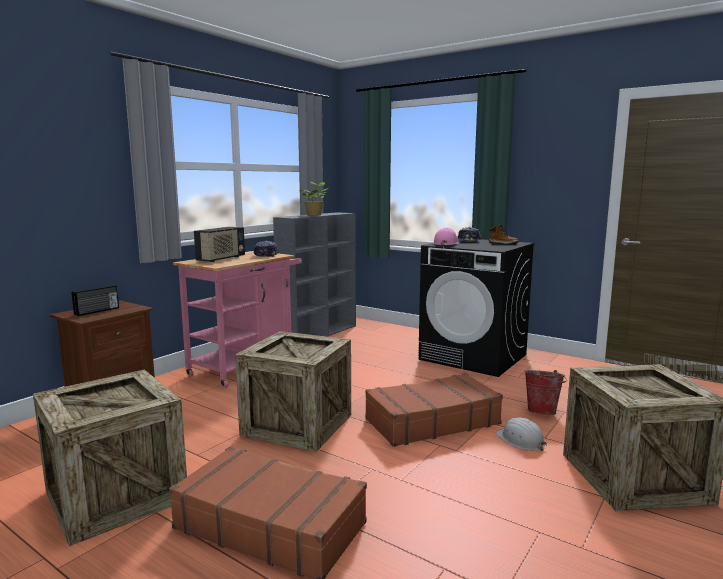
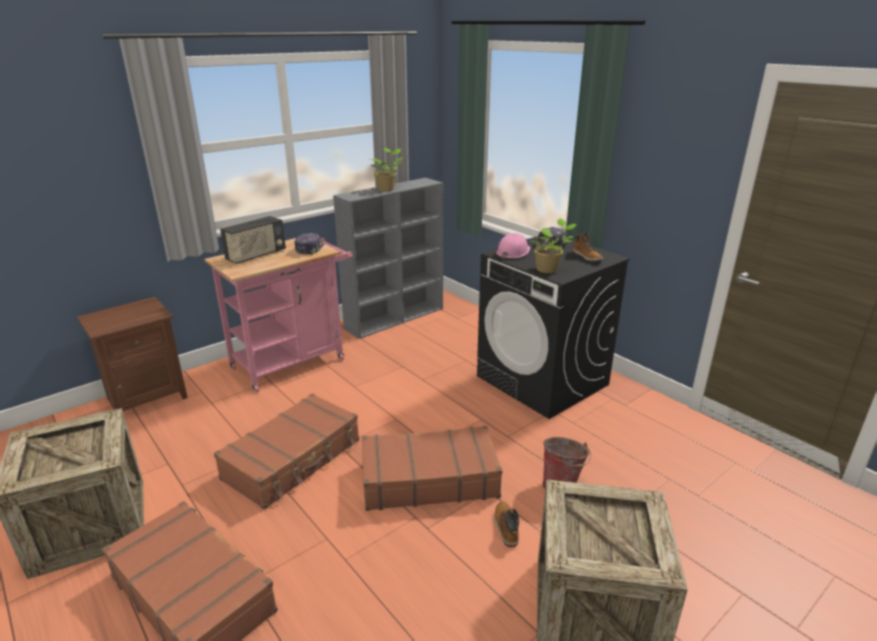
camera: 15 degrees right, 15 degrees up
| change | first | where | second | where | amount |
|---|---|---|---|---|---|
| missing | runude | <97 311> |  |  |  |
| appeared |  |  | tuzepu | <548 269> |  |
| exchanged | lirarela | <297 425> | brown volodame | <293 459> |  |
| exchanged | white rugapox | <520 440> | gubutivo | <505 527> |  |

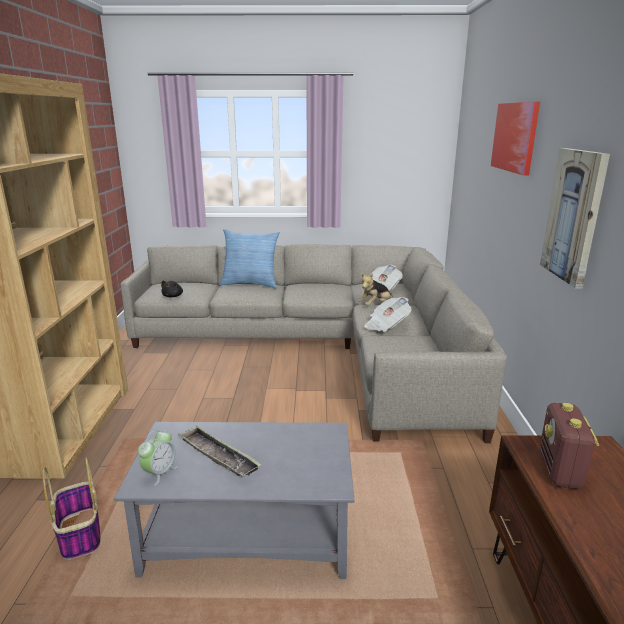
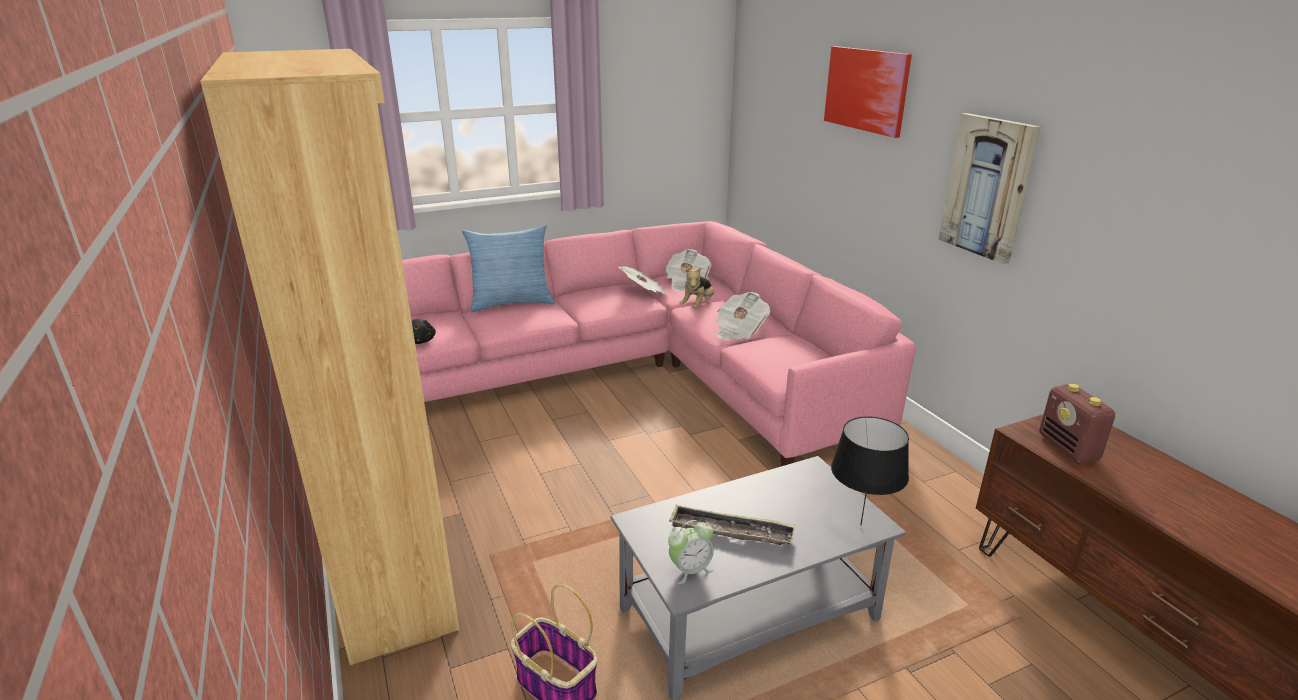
camera: 25 degrees left, 5 degrees up
| change | first | where | second | where | amount |
|---|---|---|---|---|---|
| appeared |  |  | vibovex | <644 292> |  |
| appeared |  |  | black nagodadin | <860 526> |  |
| colour | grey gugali | <322 348> | pink gugali | <630 373> |  |
| spun | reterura | <159 473> |  | <690 570> | 60 degrees clockwise |

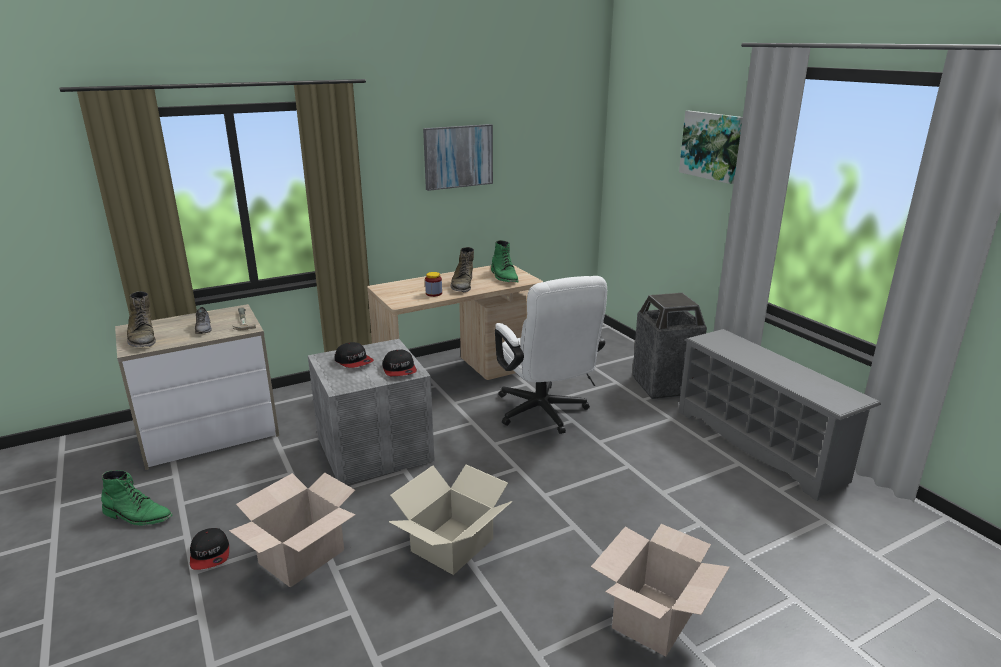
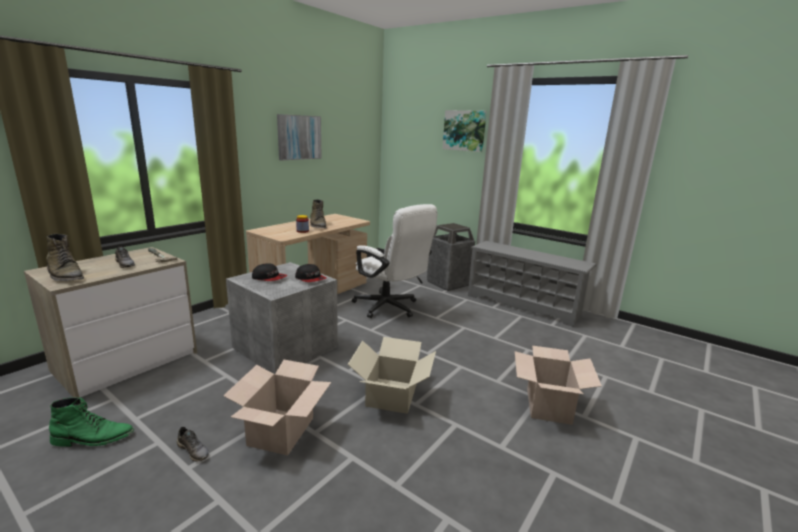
camera: 25 degrees left, 5 degrees down
| change | first | where | second | where | amount |
|---|---|---|---|---|---|
| missing | green gubutivo | <504 277> |  |  |  |
| exchanged | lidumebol | <210 554> | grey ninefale | <194 450> |  |

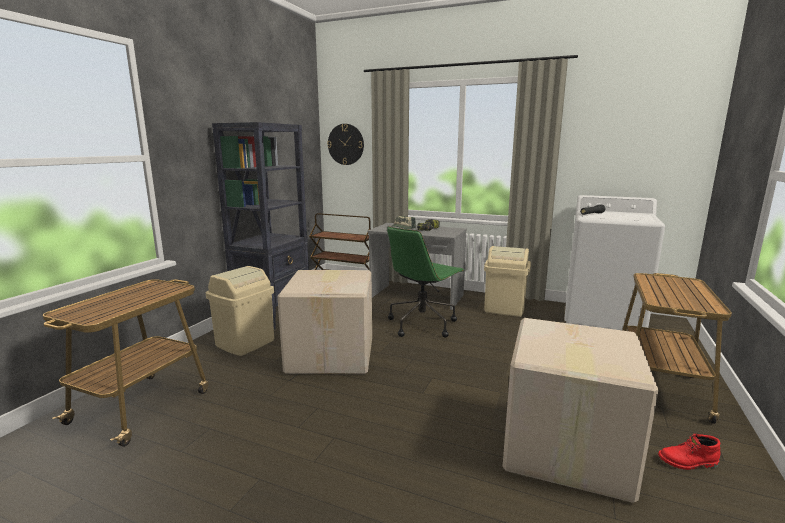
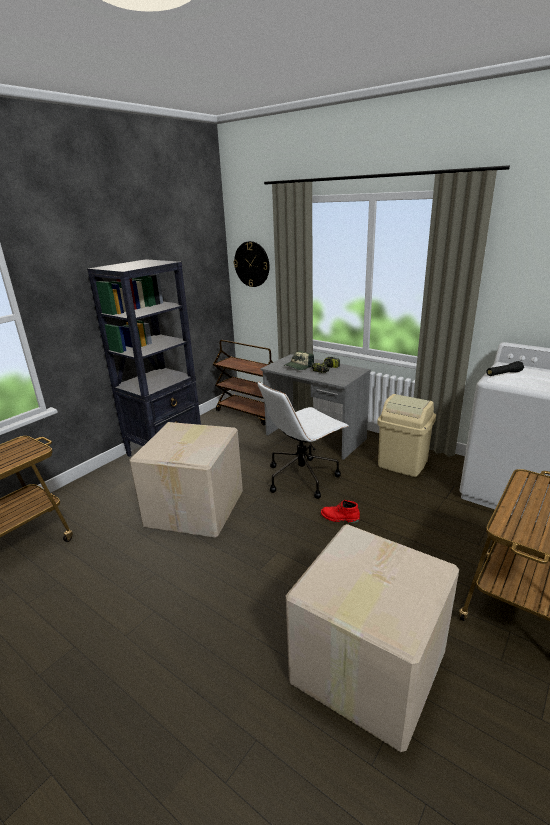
camera: 15 degrees right, 10 degrees up
| change | first | where | second | where | amount |
|---|---|---|---|---|---|
| missing | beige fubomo | <245 343> |  |  |  |
| relocated | red gubutivo | <688 463> |  | <339 518> |  |
| colour | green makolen | <422 324> | white makolen | <302 477> |  |

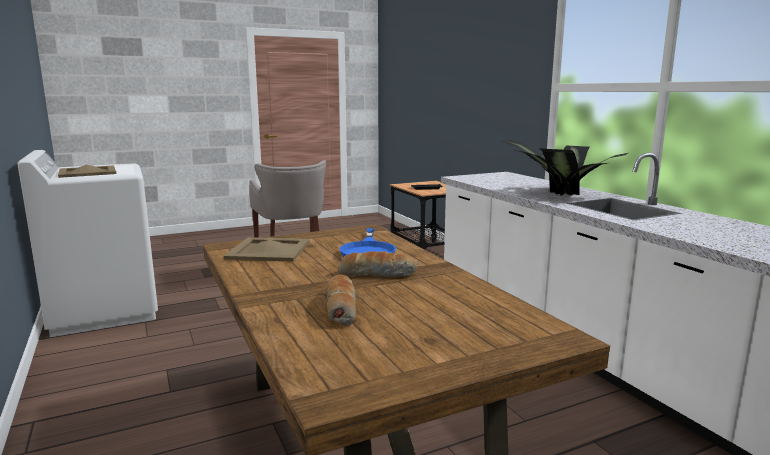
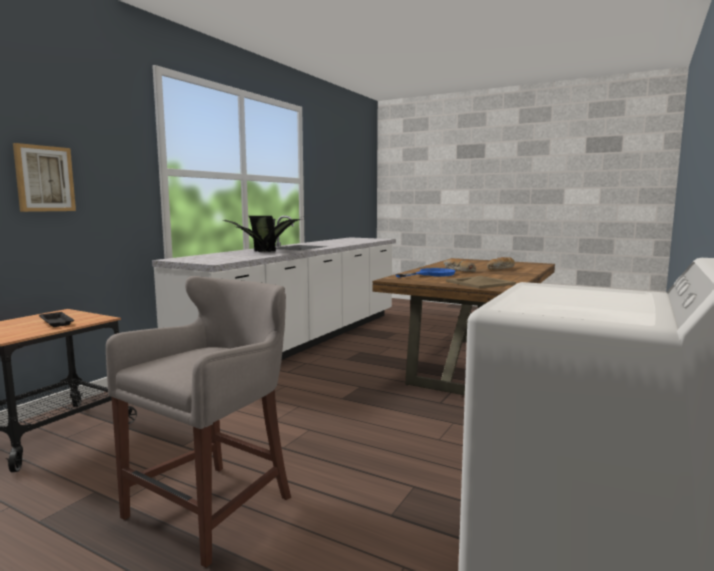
camera: 125 degrees left, 5 degrees down
| change | first | where | second | where | amount |
|---|---|---|---|---|---|
| missing | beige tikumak | <87 172> |  |  |  |
| appeared |  |  | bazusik | <44 178> |  |

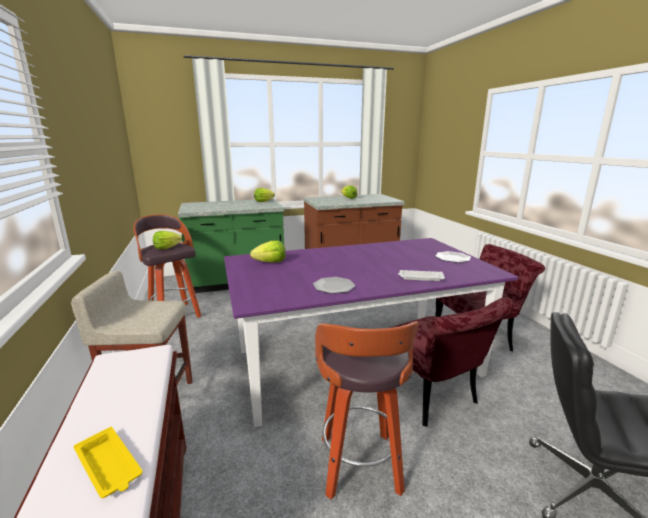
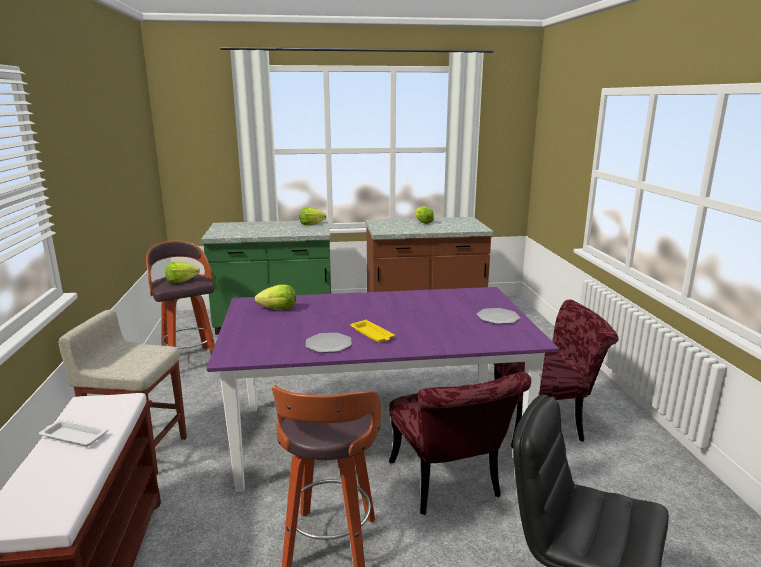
camera: 10 degrees right, 0 degrees up
| change | first | where | second | where | amount |
|---|---|---|---|---|---|
| relocated | yellow tikumak | <109 466> |  | <372 334> |  |
| relocated | white tikumak | <420 278> |  | <73 436> |  |

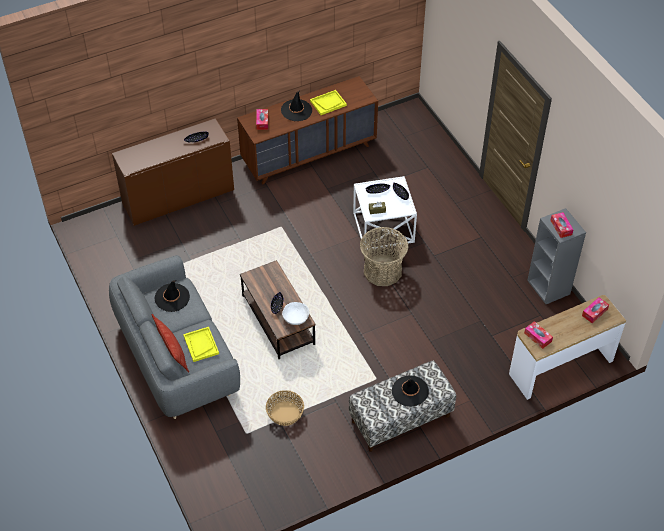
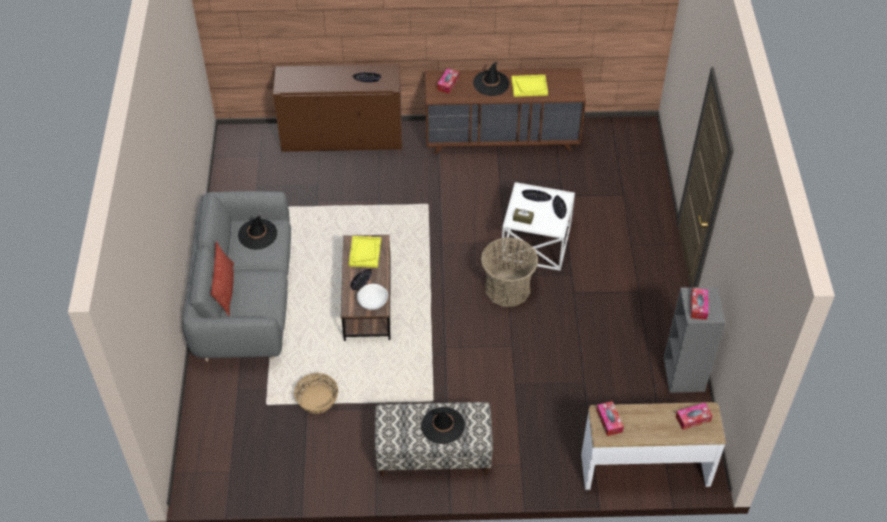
camera: 25 degrees right, 0 degrees up
| change | first | where | second | where | amount |
|---|---|---|---|---|---|
| relocated | yellow tikumak | <201 345> |  | <365 252> |  |

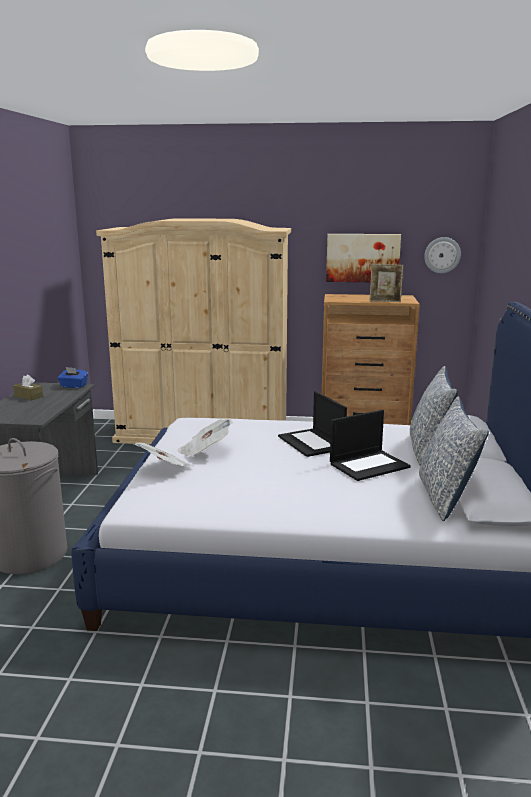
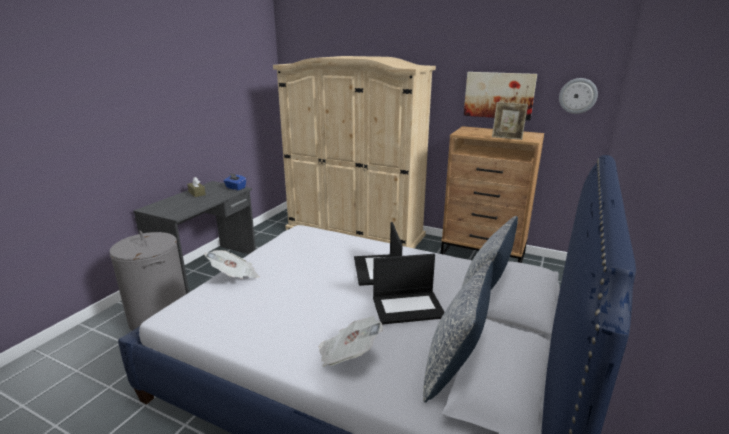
camera: 20 degrees right, 5 degrees up
| change | first | where | second | where | amount |
|---|---|---|---|---|---|
| relocated | vibovex | <204 451> |  | <348 354> |  |

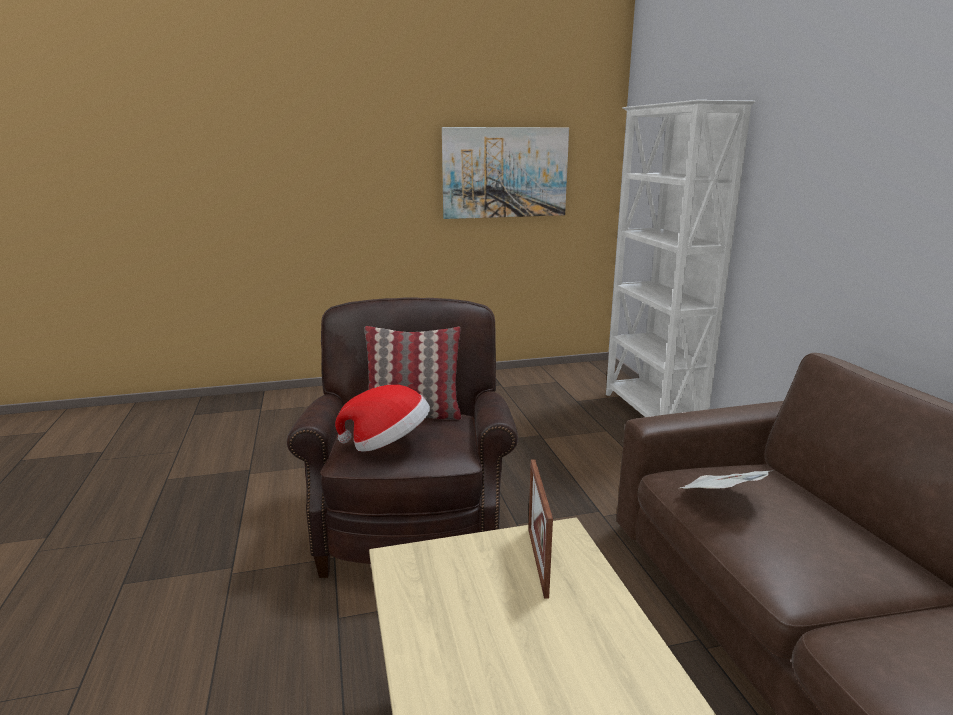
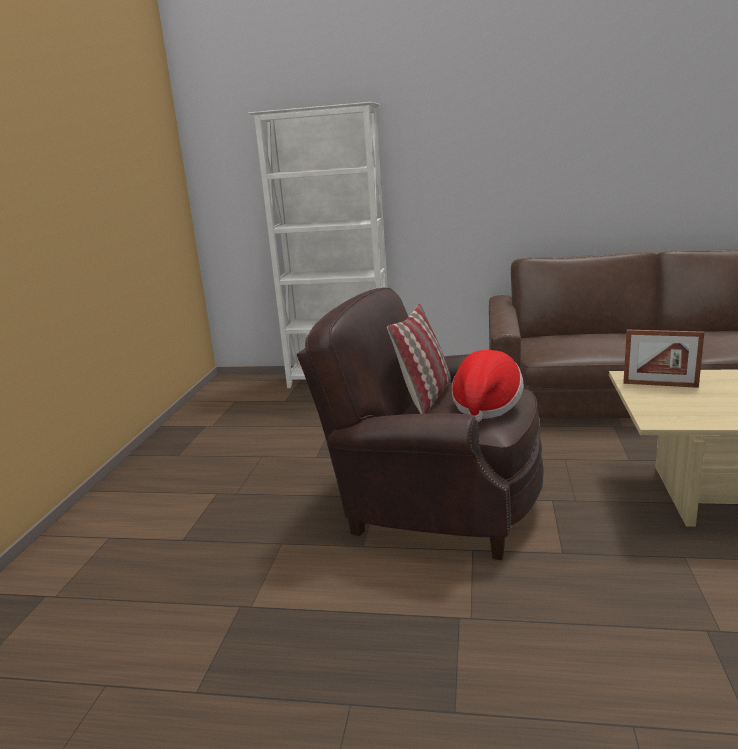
camera: 65 degrees left, 0 degrees up
| change | first | where | second | where | amount |
|---|---|---|---|---|---|
| missing | bazusik | <505 172> |  |  |  |
| missing | vibovex | <720 499> |  |  |  |

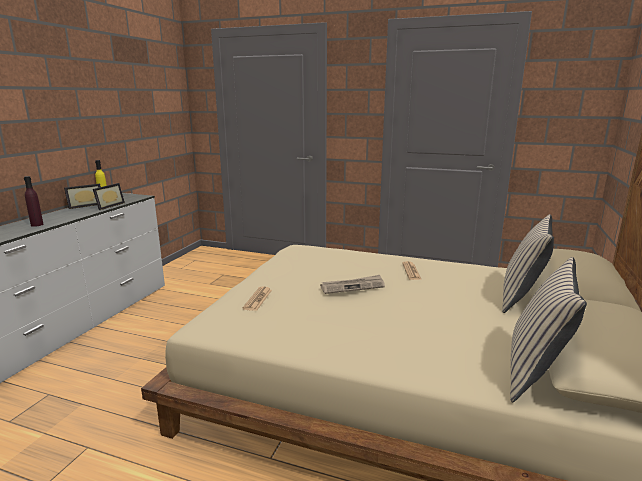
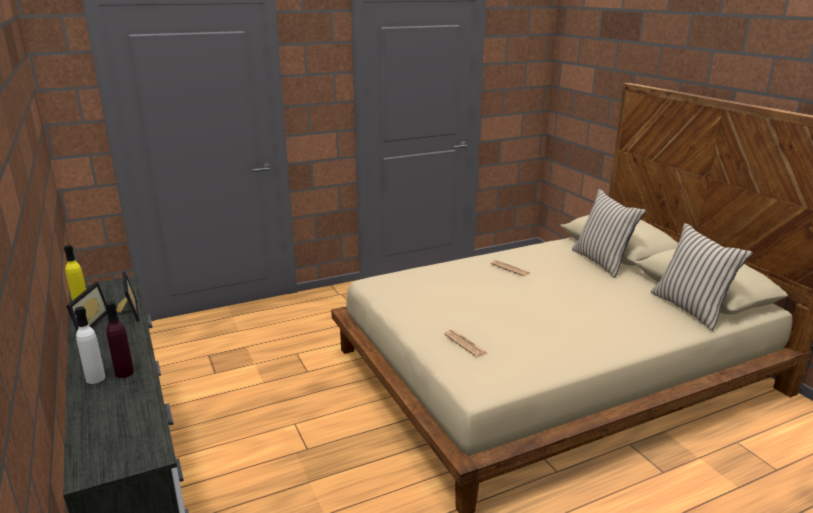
camera: 45 degrees left, 5 degrees up
| change | first | where | second | where | amount |
|---|---|---|---|---|---|
| missing | vibovex | <352 286> |  |  |  |
| appeared |  |  | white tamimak | <95 378> |  |

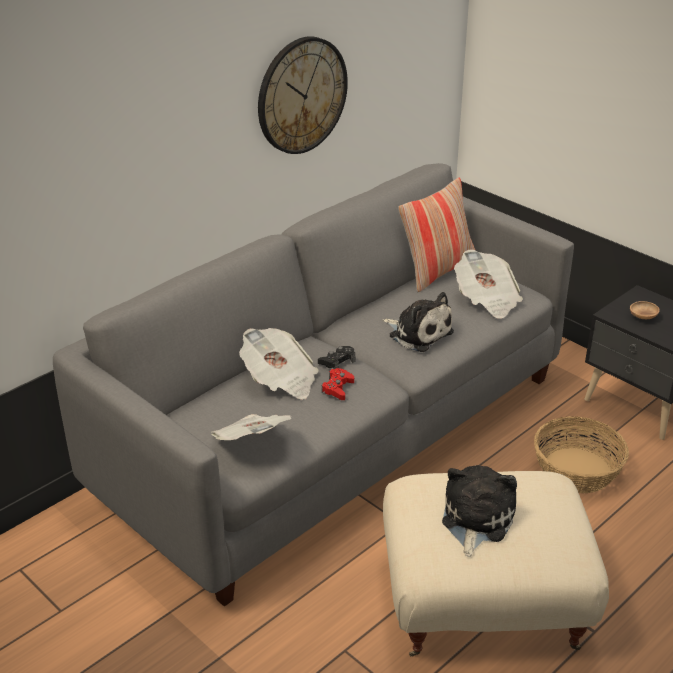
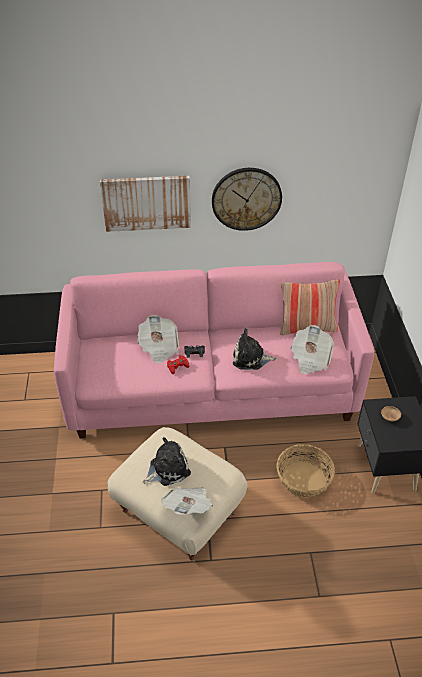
camera: 40 degrees right, 10 degrees up
| change | first | where | second | where | amount |
|---|---|---|---|---|---|
| appeared |  |  | bazusik | <146 202> |  |
| relocated | vibovex | <251 443> |  | <188 507> |  |
| colour | grey gugali | <337 434> | pink gugali | <211 387> |  |
| spun | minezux | <418 333> |  | <250 358> | 105 degrees clockwise |

